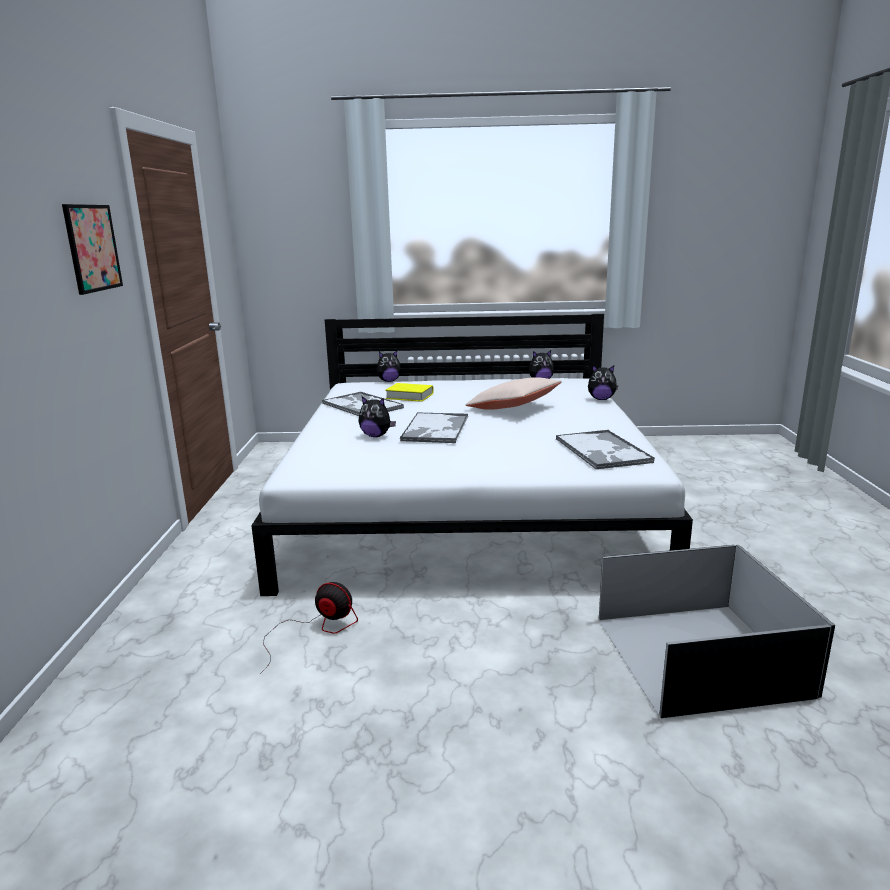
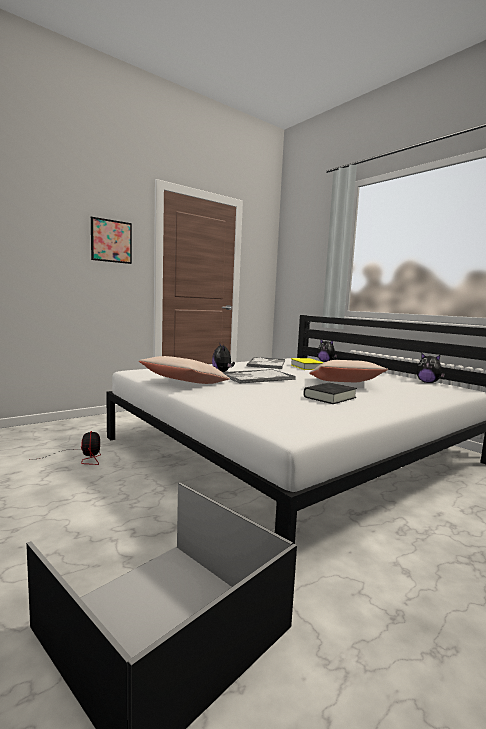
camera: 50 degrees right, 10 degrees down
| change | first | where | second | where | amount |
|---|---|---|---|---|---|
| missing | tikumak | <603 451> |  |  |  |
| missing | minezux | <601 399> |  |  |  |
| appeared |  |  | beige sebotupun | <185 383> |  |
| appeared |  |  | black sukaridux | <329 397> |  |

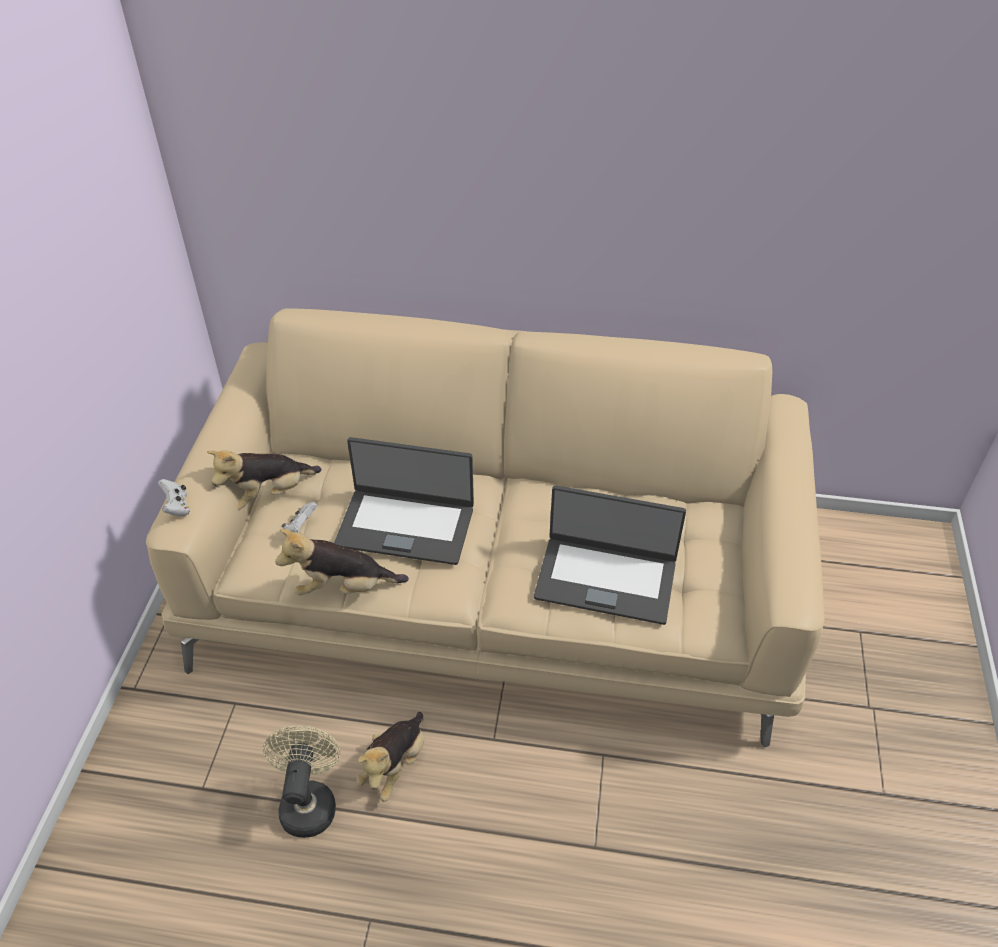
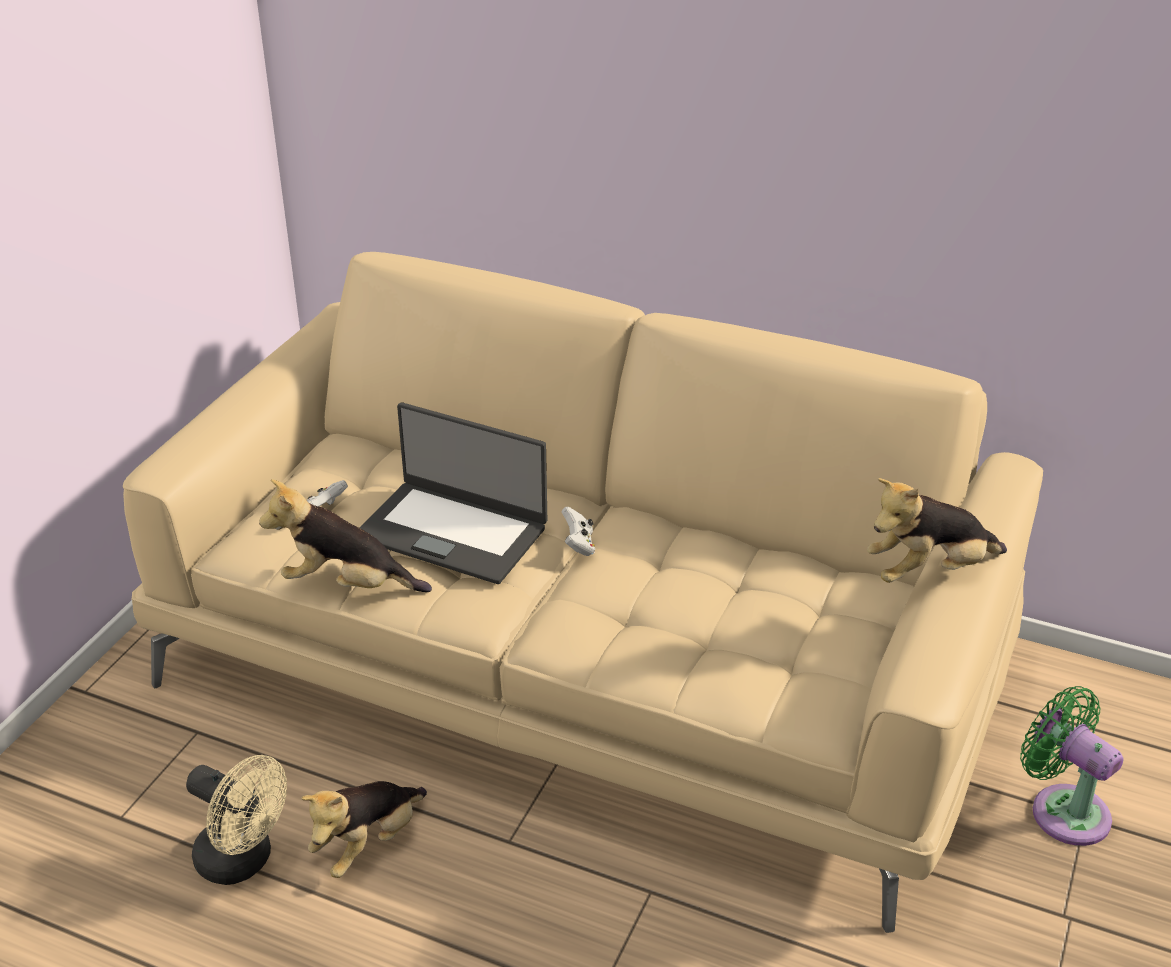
camera: 15 degrees right, 10 degrees down
| change | first | where | second | where | amount |
|---|---|---|---|---|---|
| missing | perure | <606 578> |  |  |  |
| appeared |  |  | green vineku | <1063 809> |  |
| relocated | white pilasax | <177 507> |  | <578 545> |  |
| relocated | minezux | <269 495> |  | <928 571> |  |
| spun | beige vineku | <309 801> |  | <243 861> | 105 degrees clockwise |

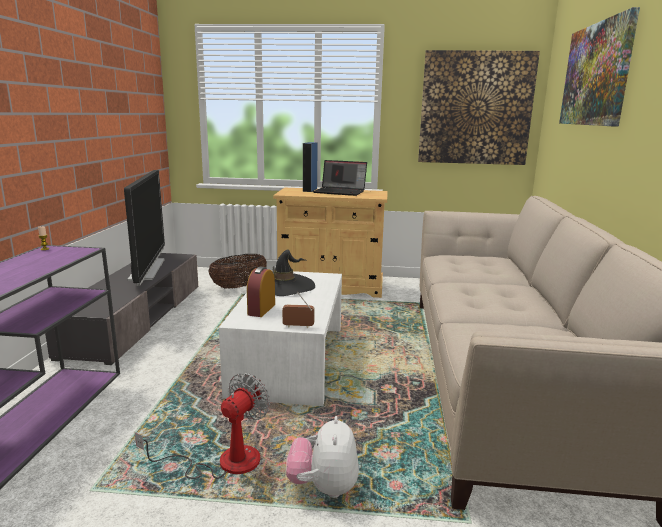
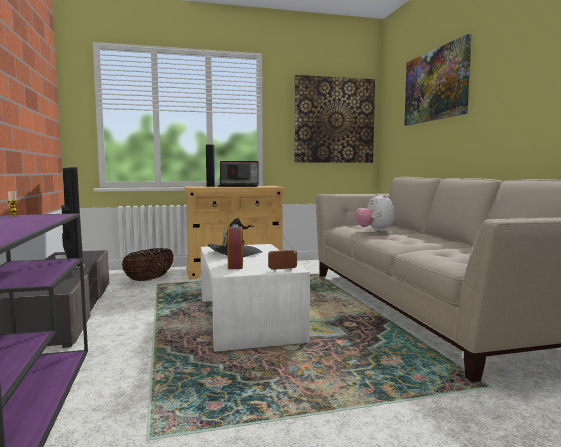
camera: 20 degrees left, 10 degrees down
| change | first | where | second | where | amount |
|---|---|---|---|---|---|
| missing | vineku | <224 462> |  |  |  |
| relocated | minezux | <323 487> |  | <375 230> |  |

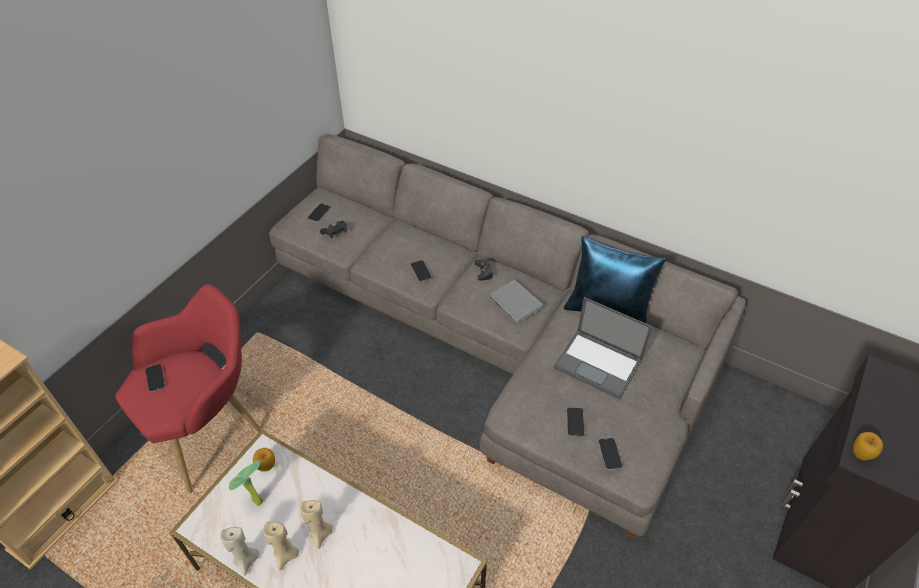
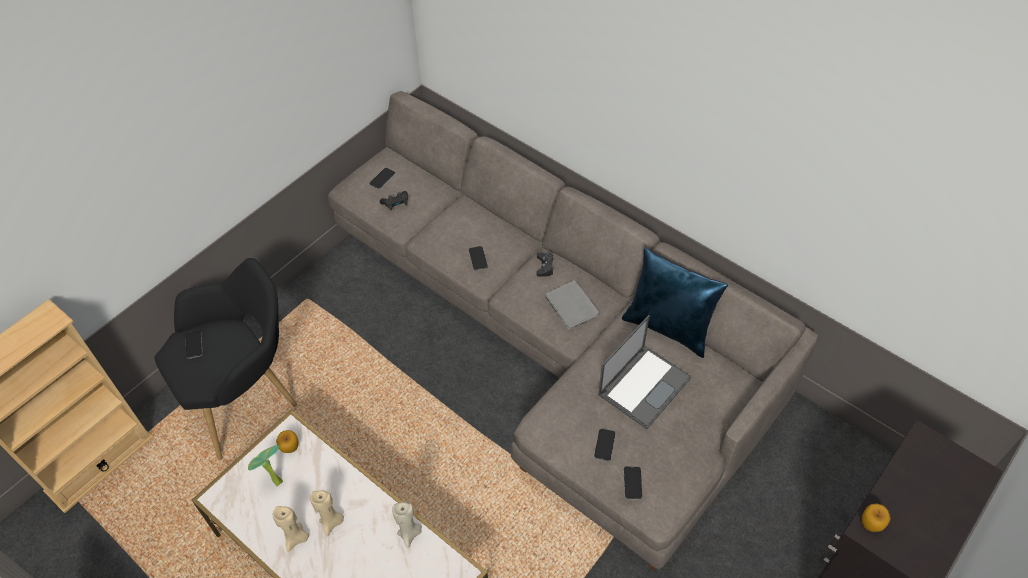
camera: 10 degrees right, 5 degrees up
| change | first | where | second | where | amount |
|---|---|---|---|---|---|
| relocated | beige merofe | <246 560> |  | <410 533> |  |
| colour | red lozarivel | <211 430> | black lozarivel | <248 398> |  |
| spun | perure | <599 364> |  | <645 385> | 90 degrees counterclockwise |

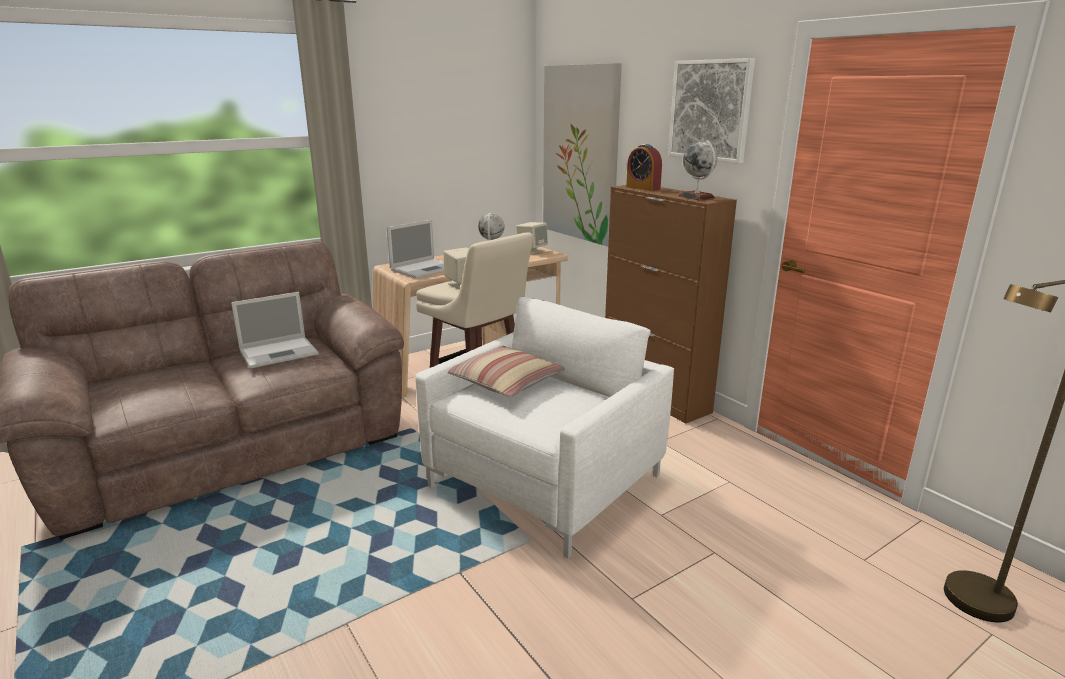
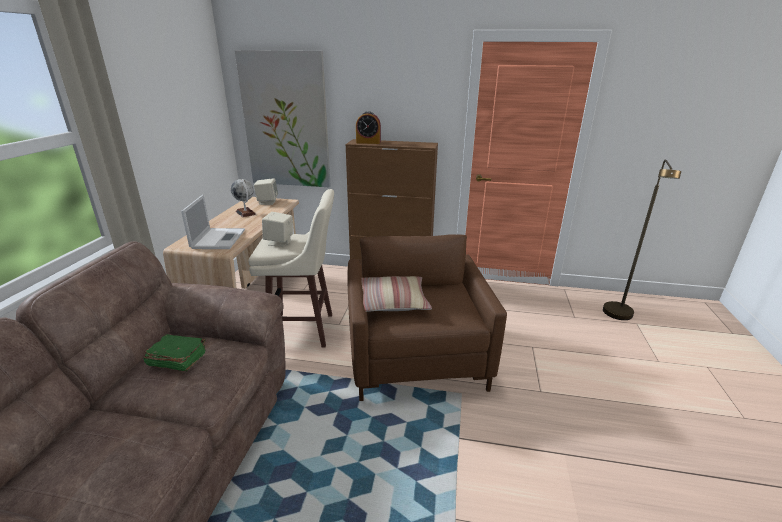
camera: 45 degrees left, 5 degrees up
| change | first | where | second | where | amount |
|---|---|---|---|---|---|
| missing | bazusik | <710 110> |  |  |  |
| missing | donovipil | <696 197> |  |  |  |
| exchanged | perure | <280 352> | green sukaridux | <177 360> |  |
| colour | white lozarivel | <545 481> | brown lozarivel | <416 356> |  |

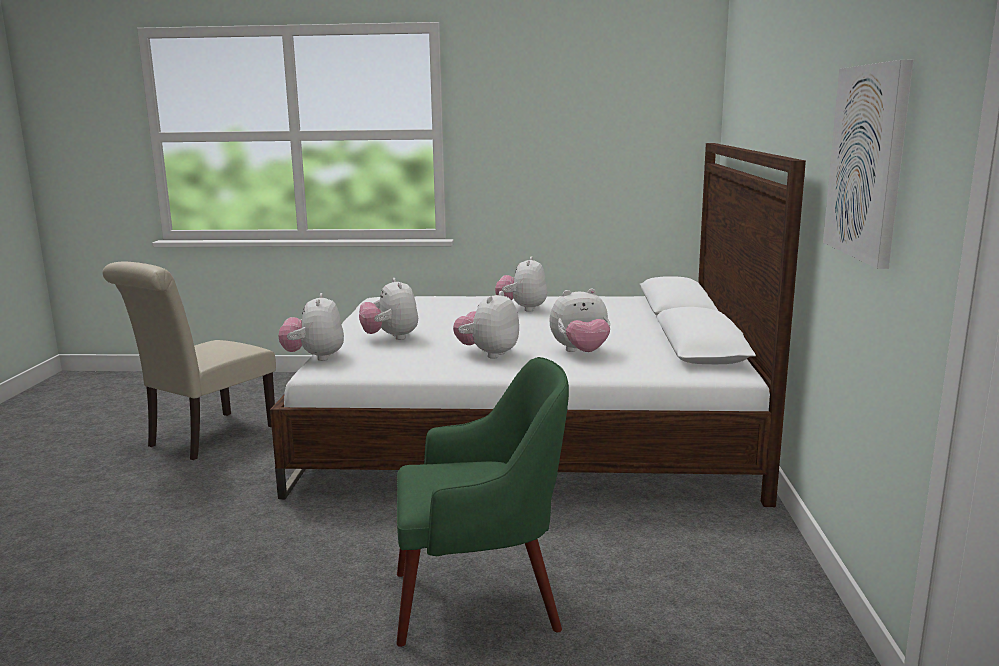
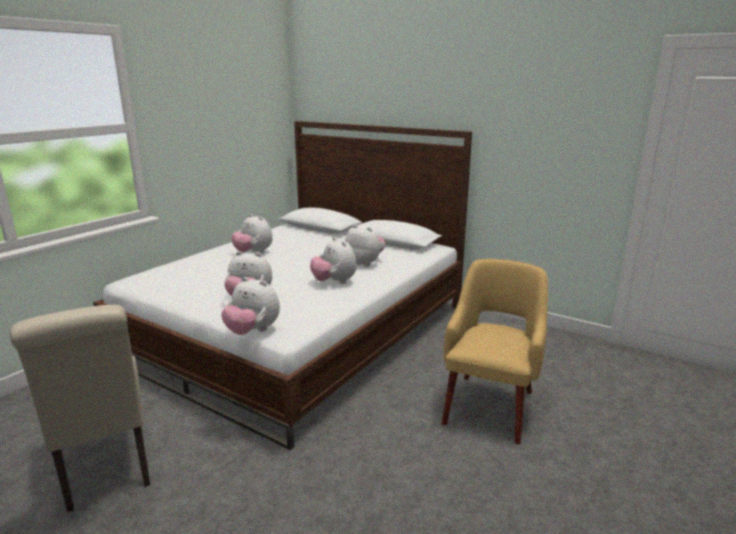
camera: 60 degrees left, 5 degrees up
| change | first | where | second | where | amount |
|---|---|---|---|---|---|
| missing | bazusik | <868 162> |  |  |  |
| colour | green lozarivel | <481 600> | yellow lozarivel | <490 405> |  |
| spun | minezux | <580 352> |  | <365 263> | 75 degrees counterclockwise |

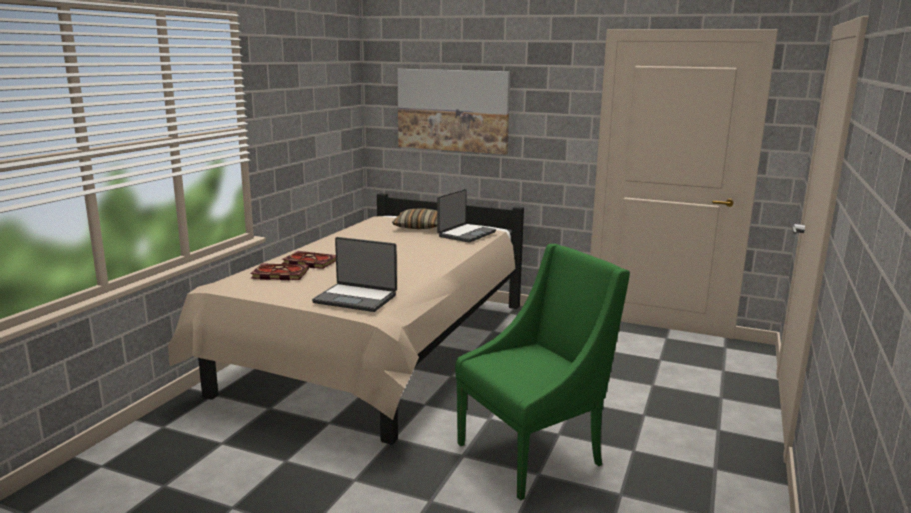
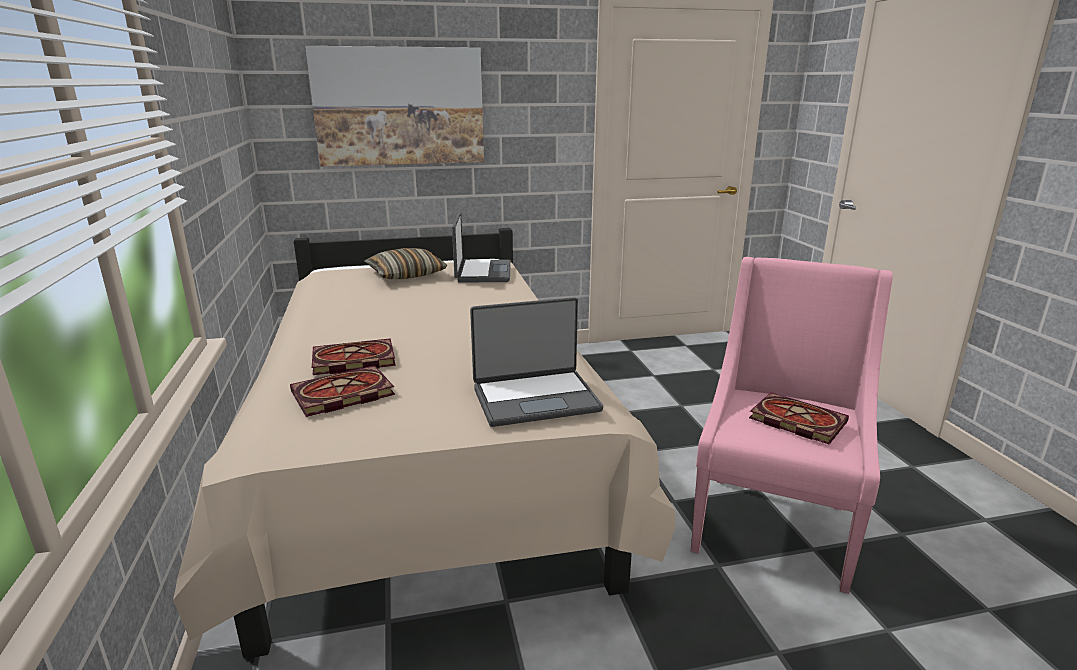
camera: 35 degrees left, 5 degrees up
| change | first | where | second | where | amount |
|---|---|---|---|---|---|
| appeared |  |  | sukaridux | <794 421> |  |
| colour | green lozarivel | <533 453> | pink lozarivel | <772 525> |  |

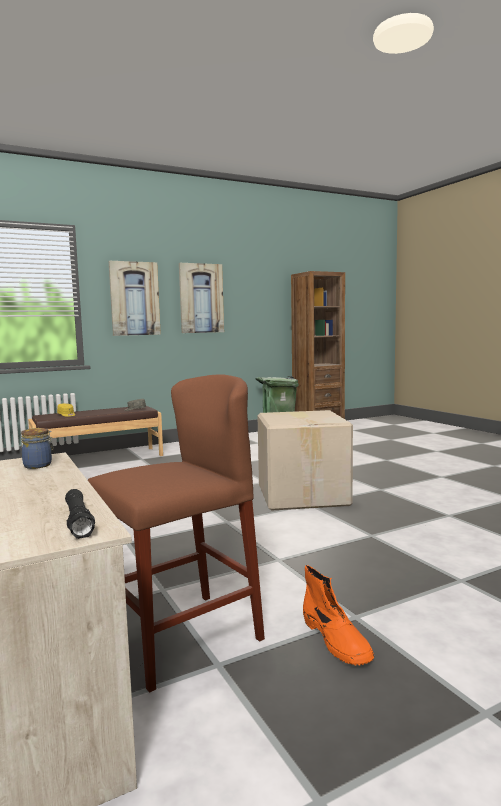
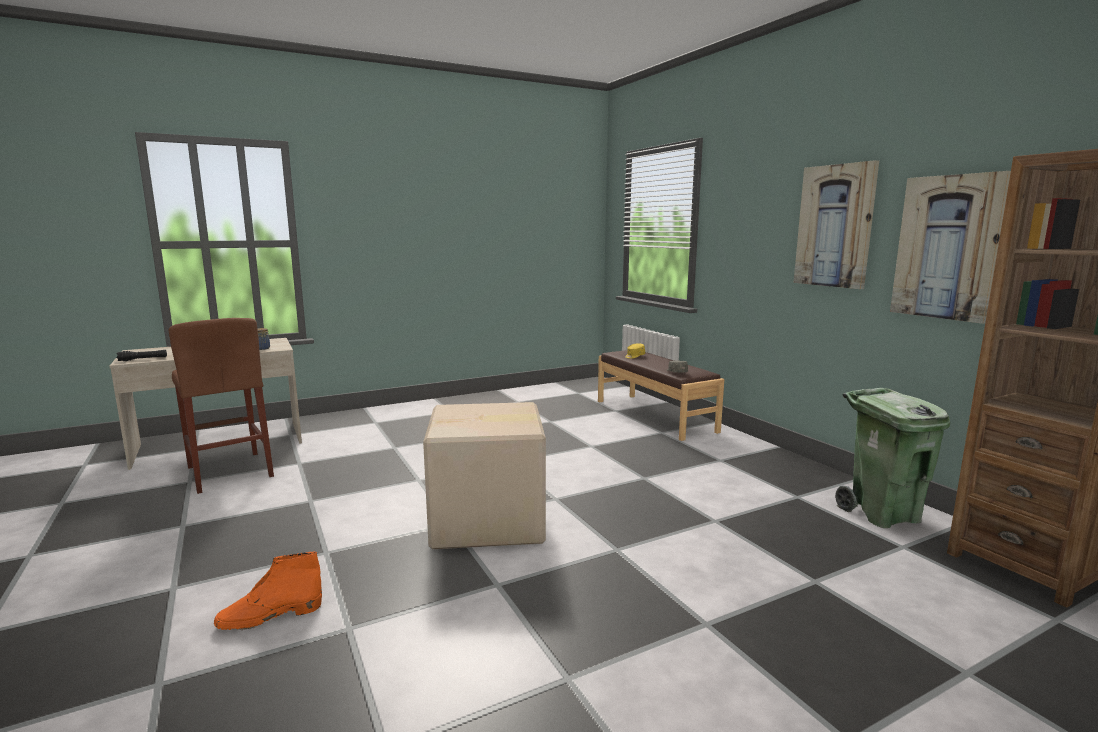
camera: 90 degrees right, 5 degrees up
| change | first | where | second | where | amount |
|---|---|---|---|---|---|
| relocated | bazusik | <134 298> |  | <947 247> |  |
| relocated | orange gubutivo | <336 641> |  | <269 616> |  |

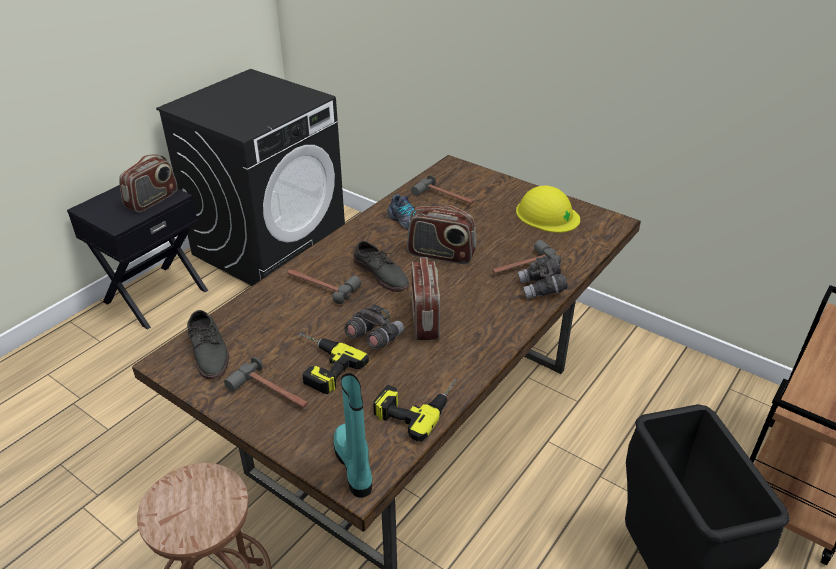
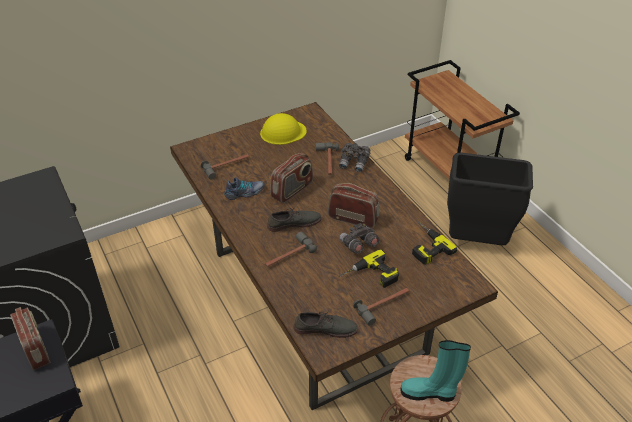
camera: 65 degrees left, 5 degrees up
| change | first | where | second | where | amount |
|---|---|---|---|---|---|
| relocated | turquoise gubutivo | <355 465> |  | <429 393> |  |

